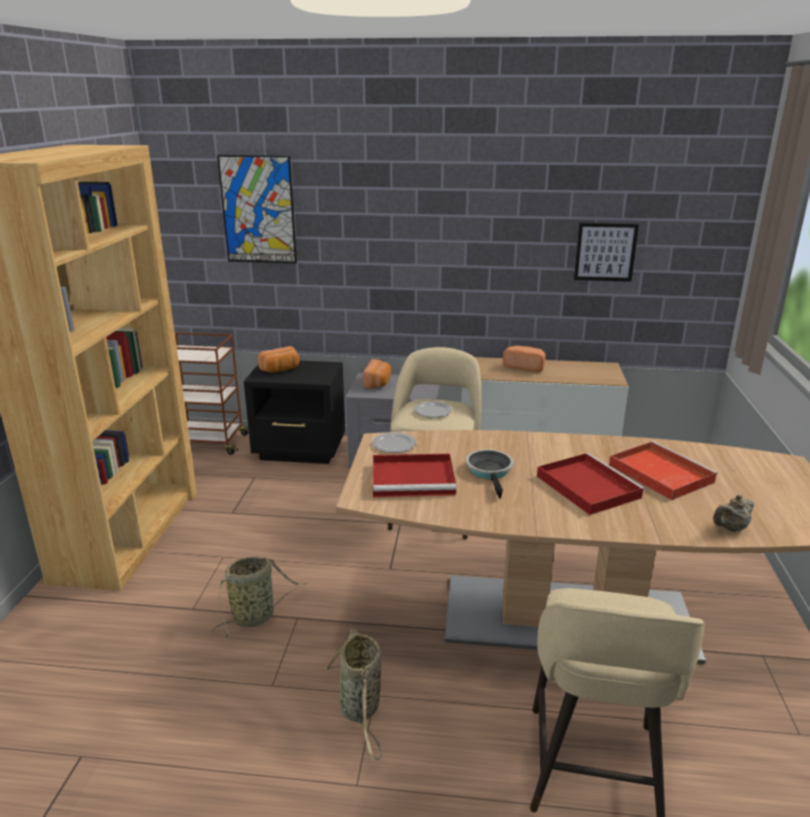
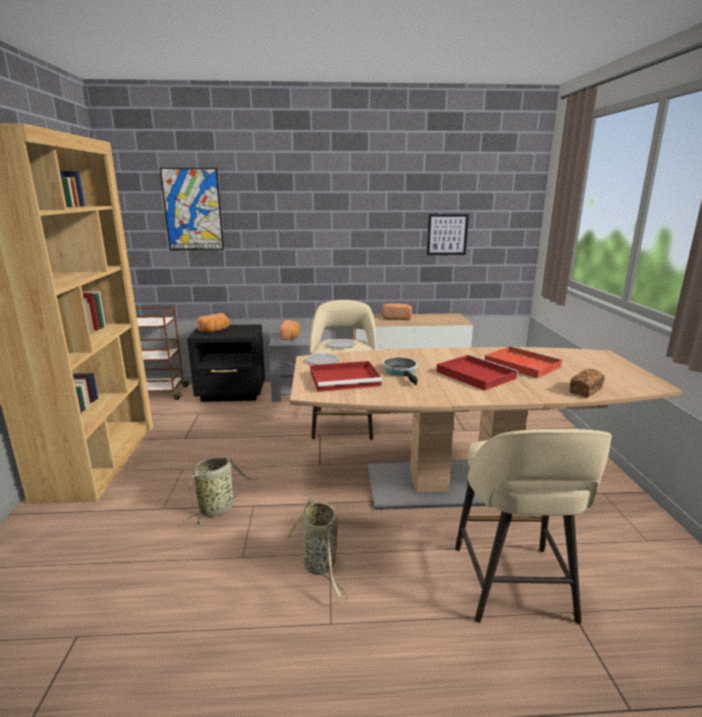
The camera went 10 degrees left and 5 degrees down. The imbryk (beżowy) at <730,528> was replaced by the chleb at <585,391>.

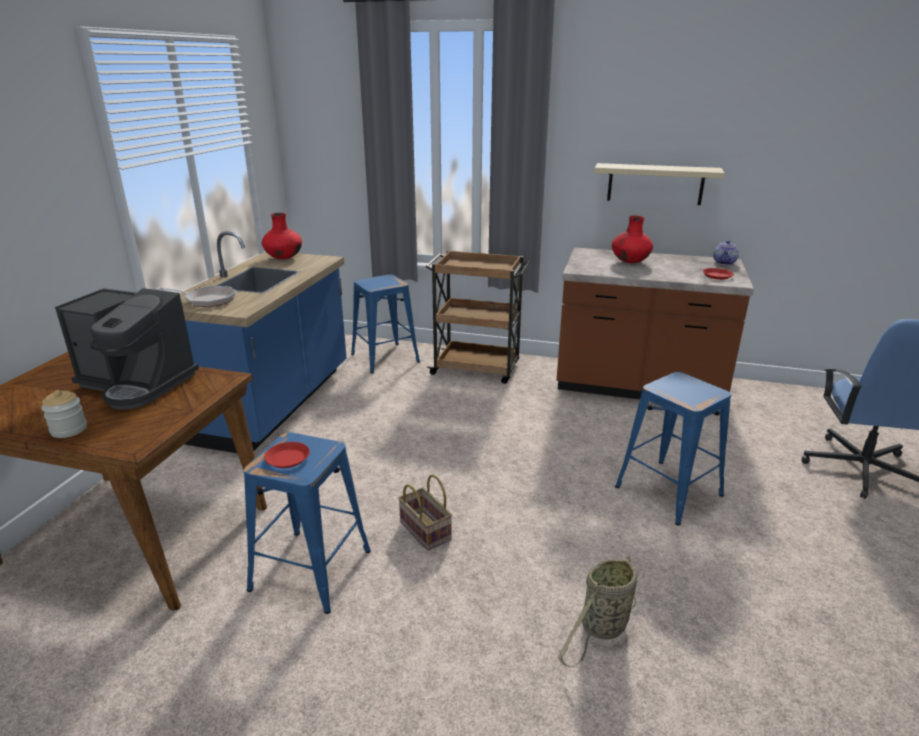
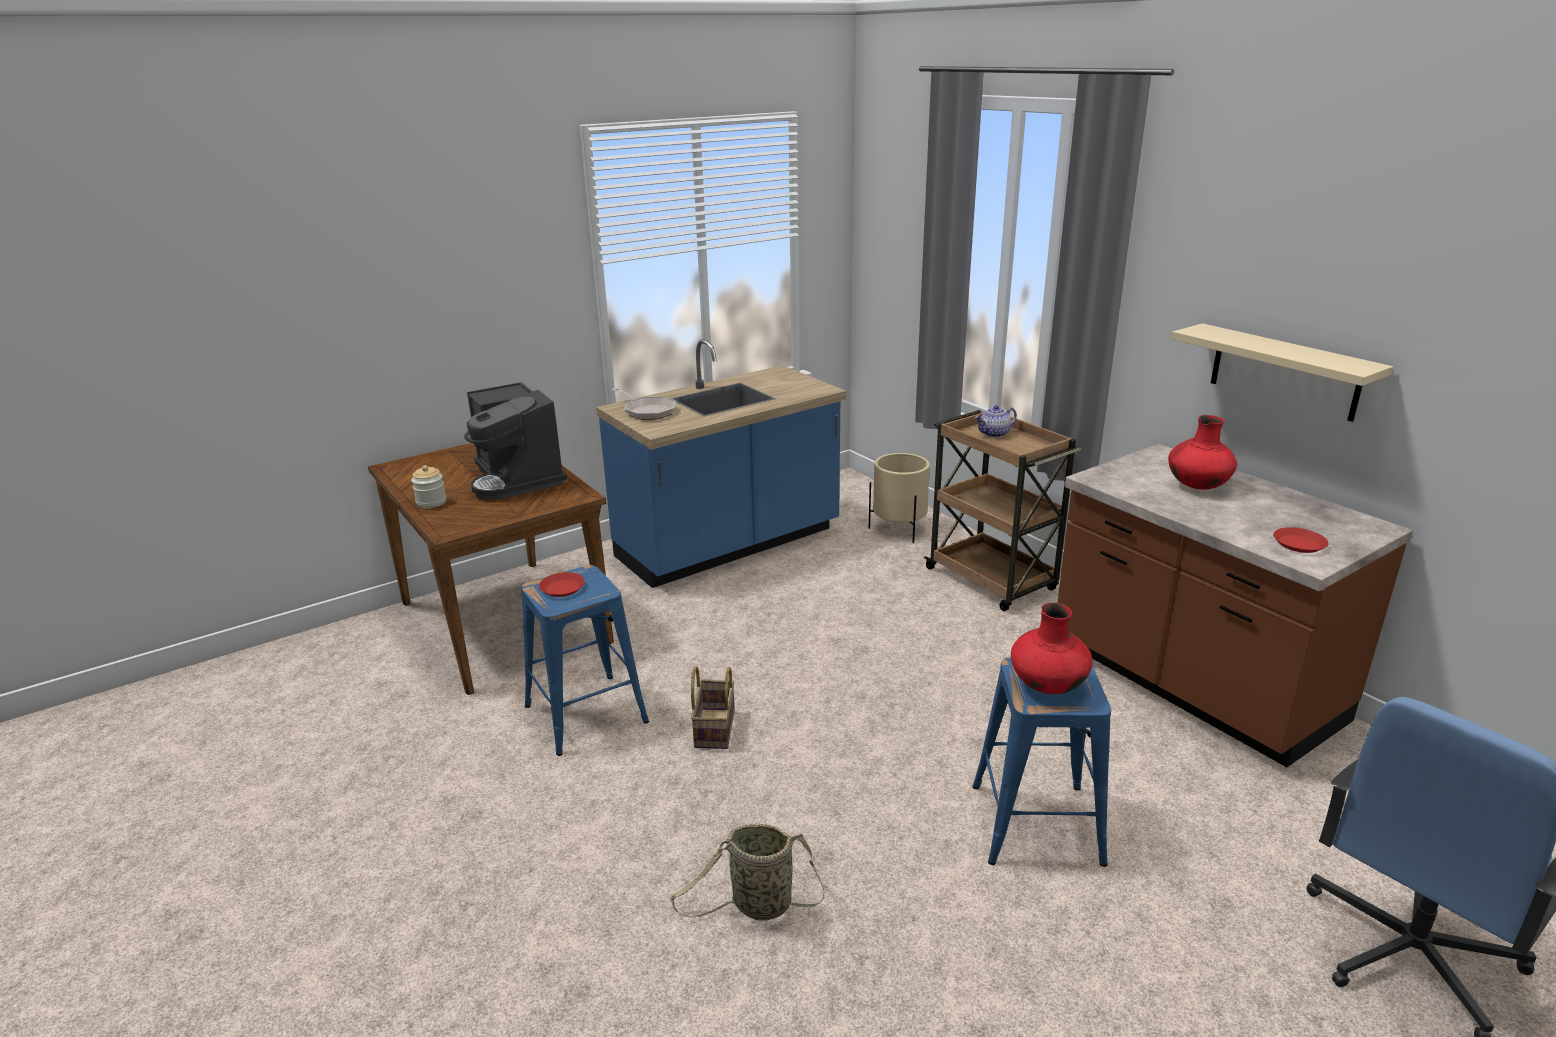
The camera went 40 degrees right and 0 degrees up. The wazon (czerwony) moved from <283,258> to <1047,685>. The imbryk moved from <724,263> to <994,434>. The stołek (niebieski) at <384,357> was replaced by the donica (beżowy) at <899,530>.

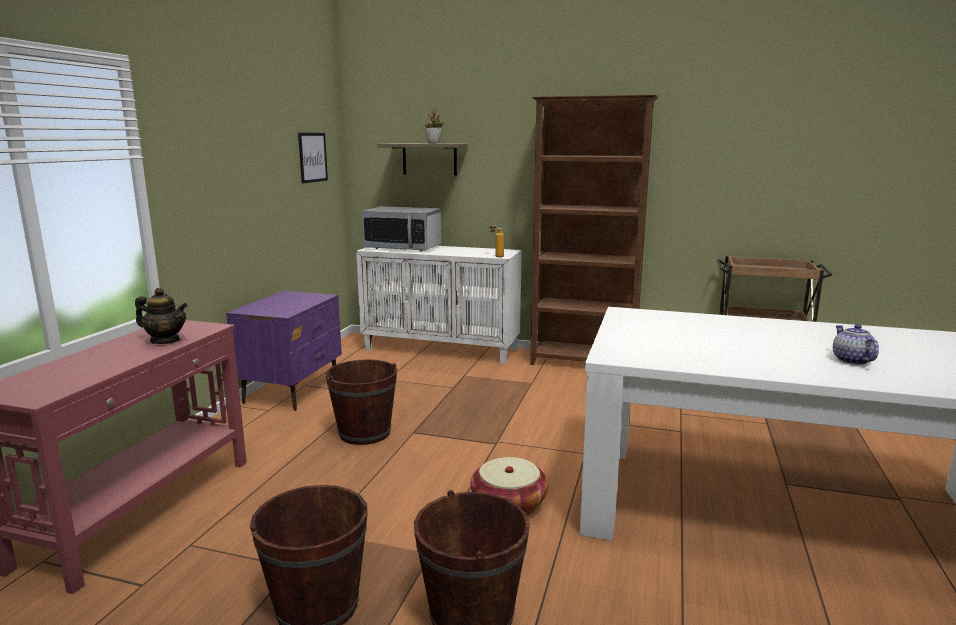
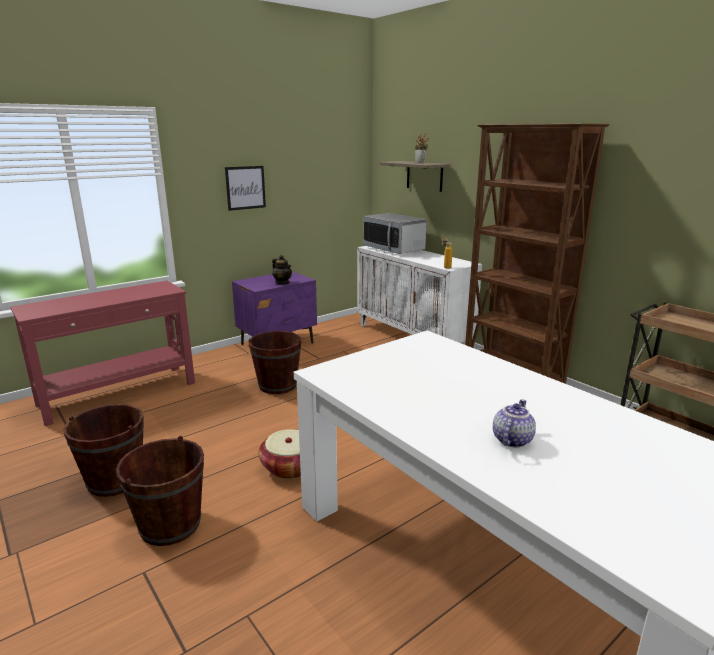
The camera went 35 degrees right and 5 degrees up. The imbryk moved from <165,341> to <282,283>. The obraz moved from <312,157> to <245,187>.

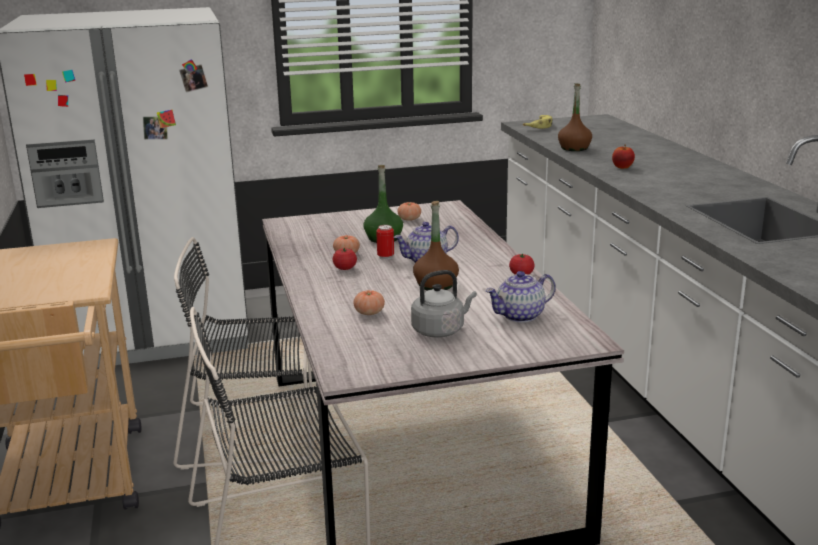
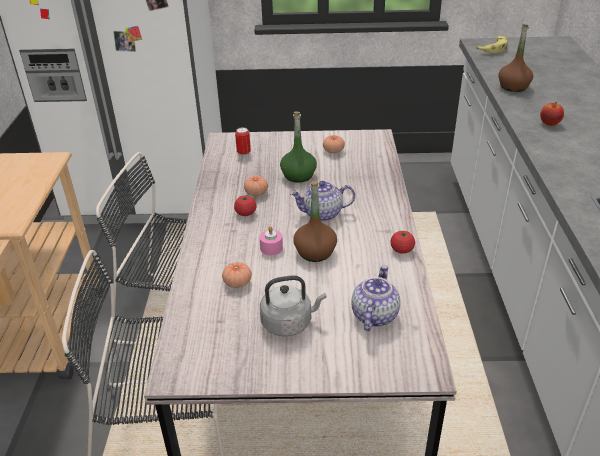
The camera went 15 degrees right and 15 degrees up. The świeca (różowy) at <271,248> appeared. The puszka moved from <385,257> to <244,153>. The imbryk at <520,316> turned 120 degrees clockwise.

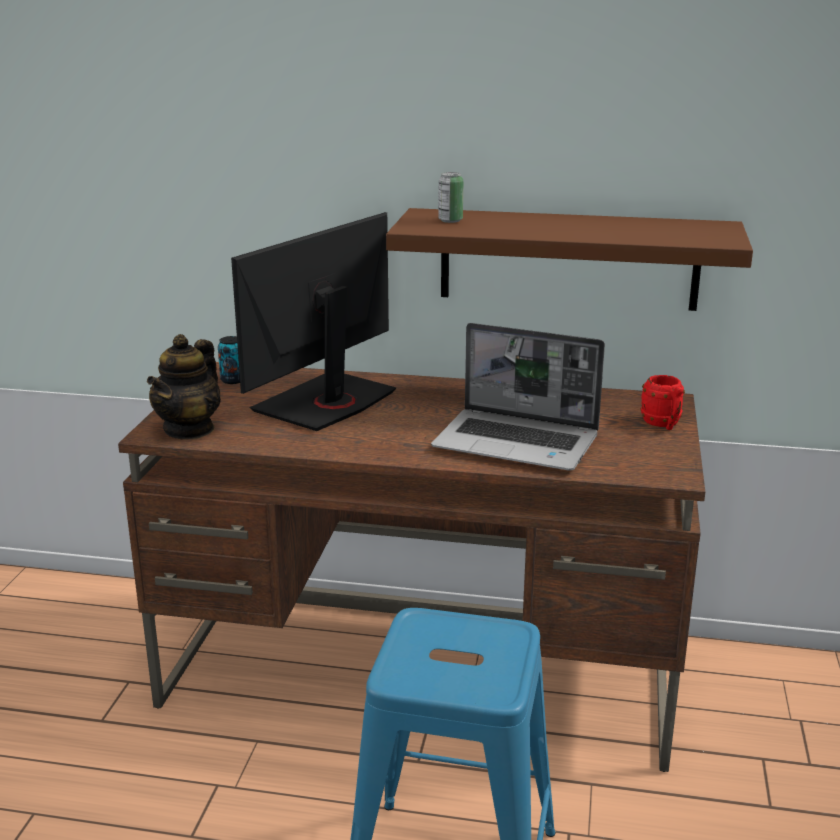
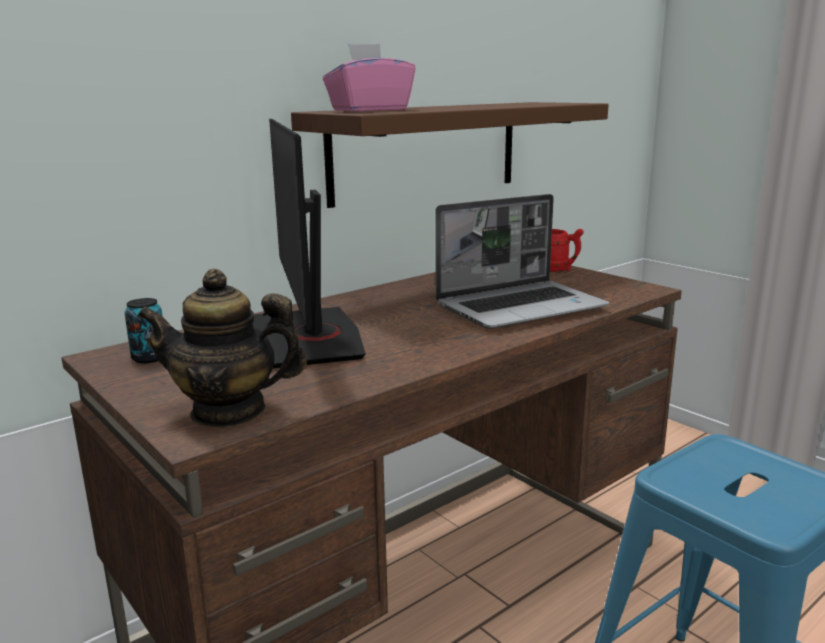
The camera went 50 degrees left and 5 degrees down. The puszka at <450,220> was replaced by the pudełko chusteczek (różowy) at <369,110>. The imbryk at <189,429> turned 120 degrees clockwise.

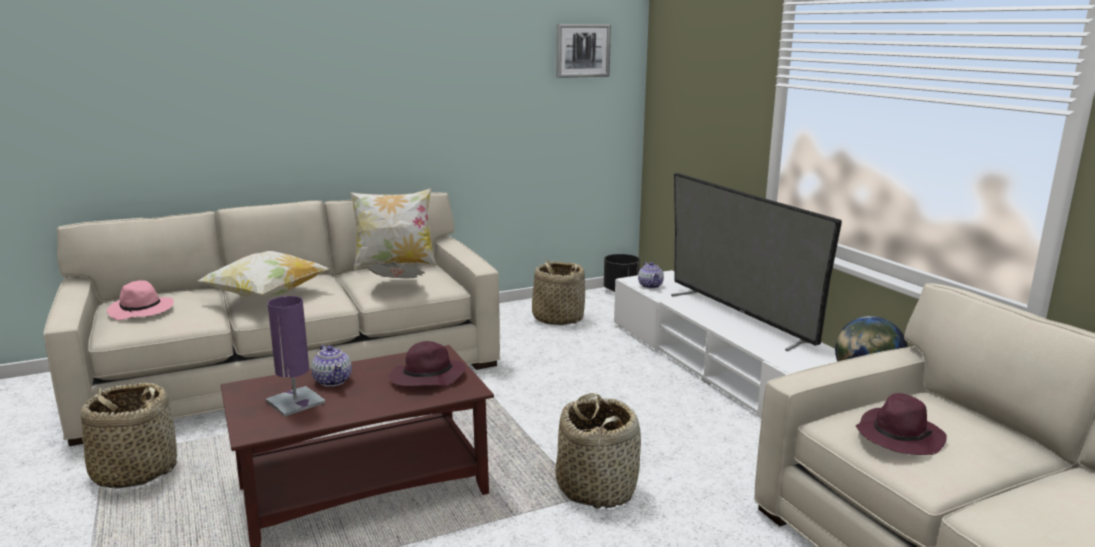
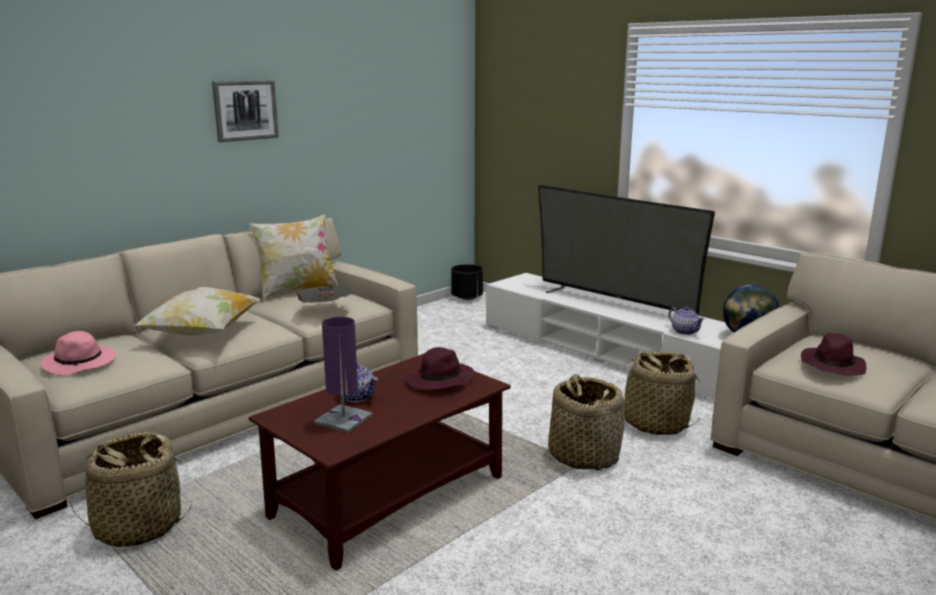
The camera went 20 degrees left and 0 degrees up. The koszyk moved from <557,318> to <655,423>. The obraz moved from <582,50> to <245,110>. The imbryk moved from <650,285> to <684,331>.

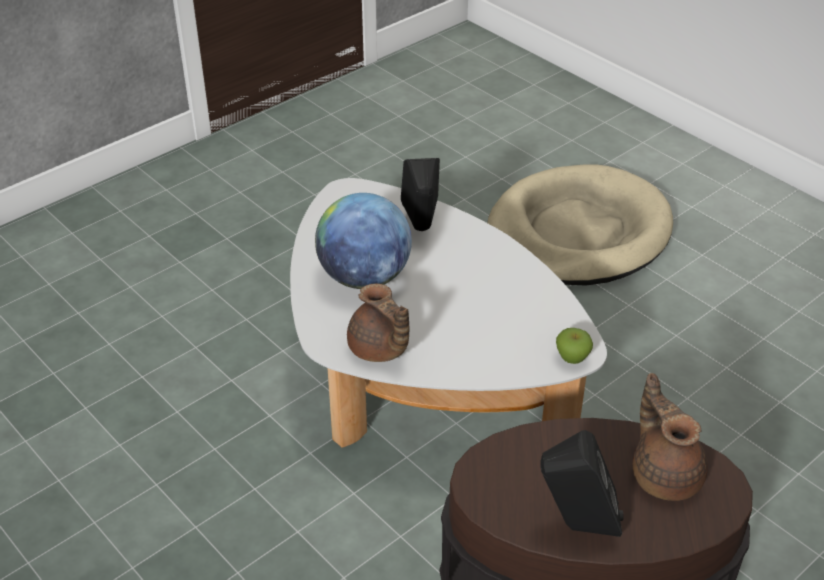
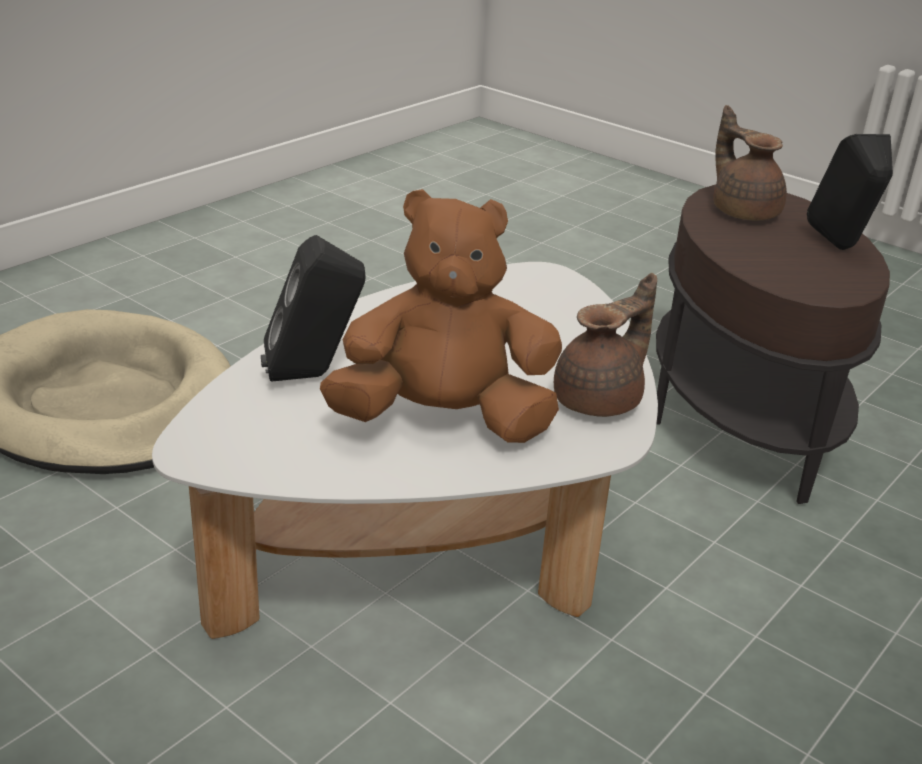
The camera went 100 degrees left and 10 degrees down. The jabłko at <572,358> disappeared. The globus at <364,277> was replaced by the pluszak (brązowy) at <444,420>. The imbryk (brązowy) at <665,474> turned 90 degrees clockwise.

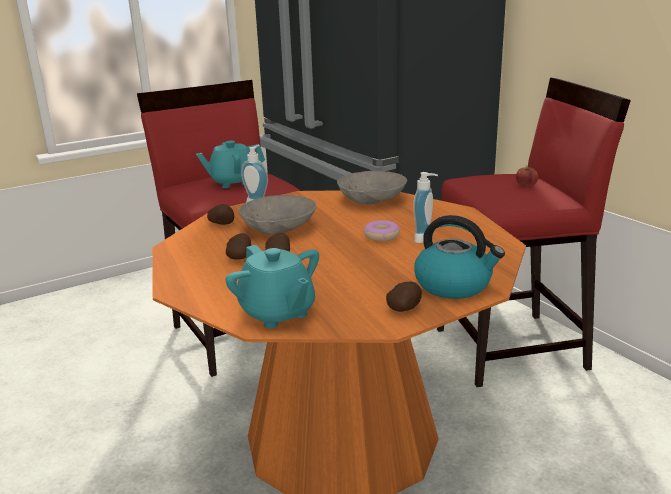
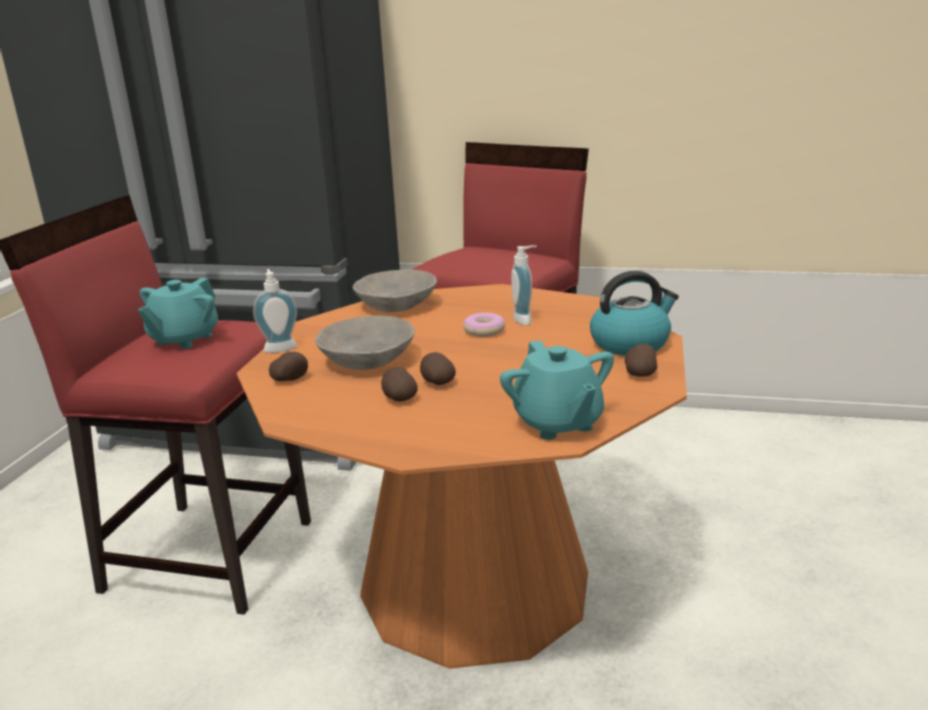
The camera went 45 degrees left and 0 degrees up. The jabłko at <526,184> disappeared. The imbryk (turkusowy) at <277,313> turned 60 degrees clockwise.

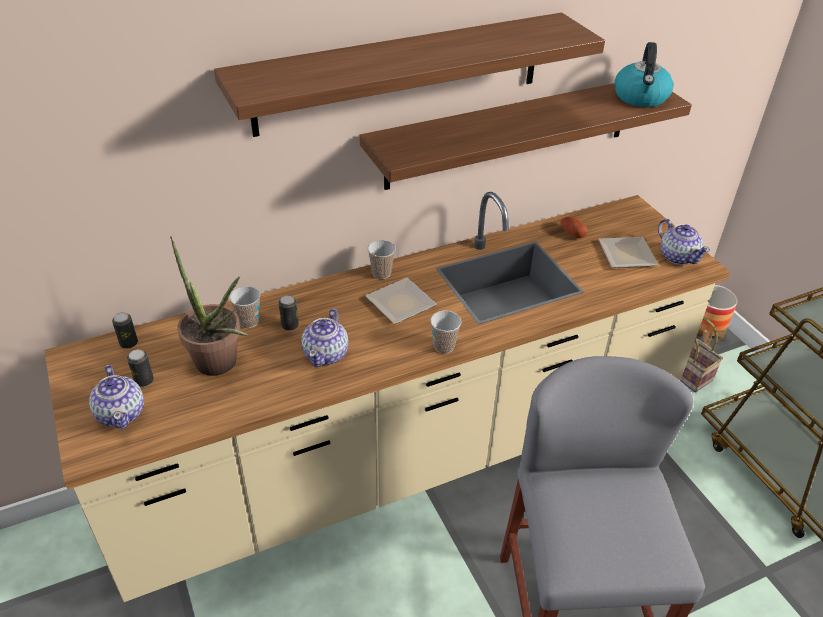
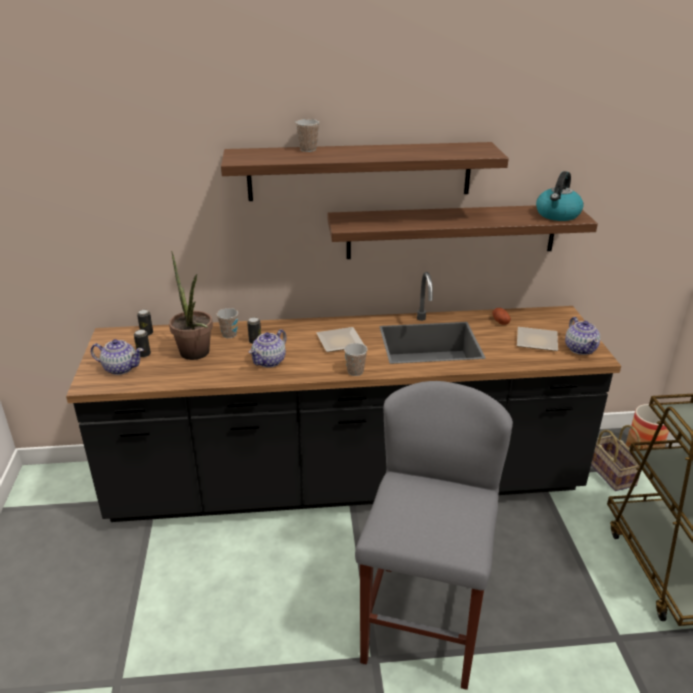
The camera went 20 degrees right and 10 degrees down. The filiżanka moved from <381,273> to <308,149>. The zabudowa kuchenna (beżowy) at <407,458> became the zabudowa kuchenna (czarny) at <346,484>. The imbryk at <121,413> turned 75 degrees counterclockwise.

